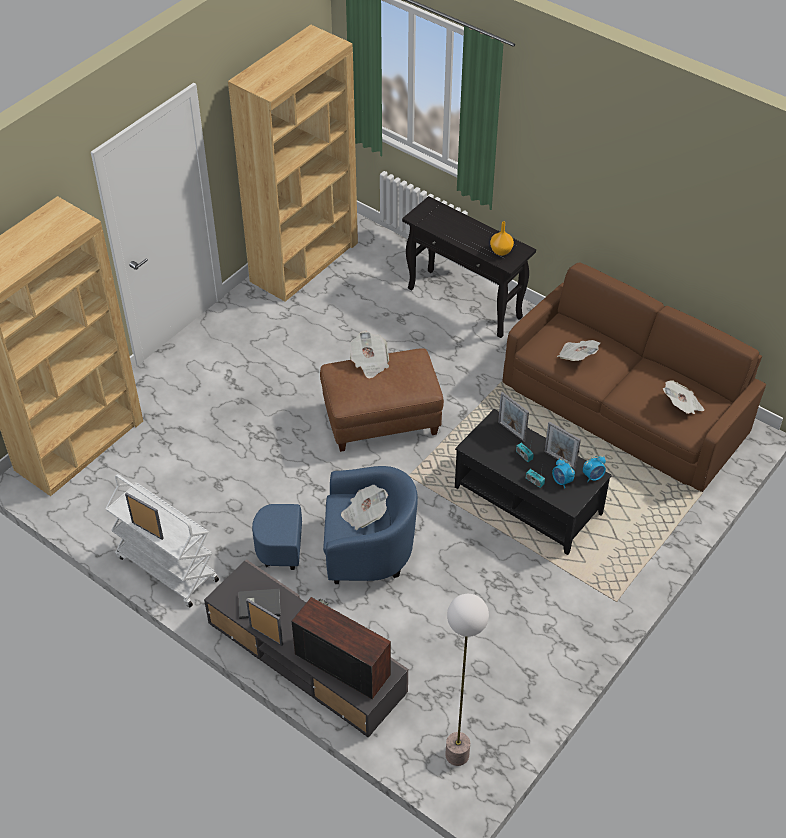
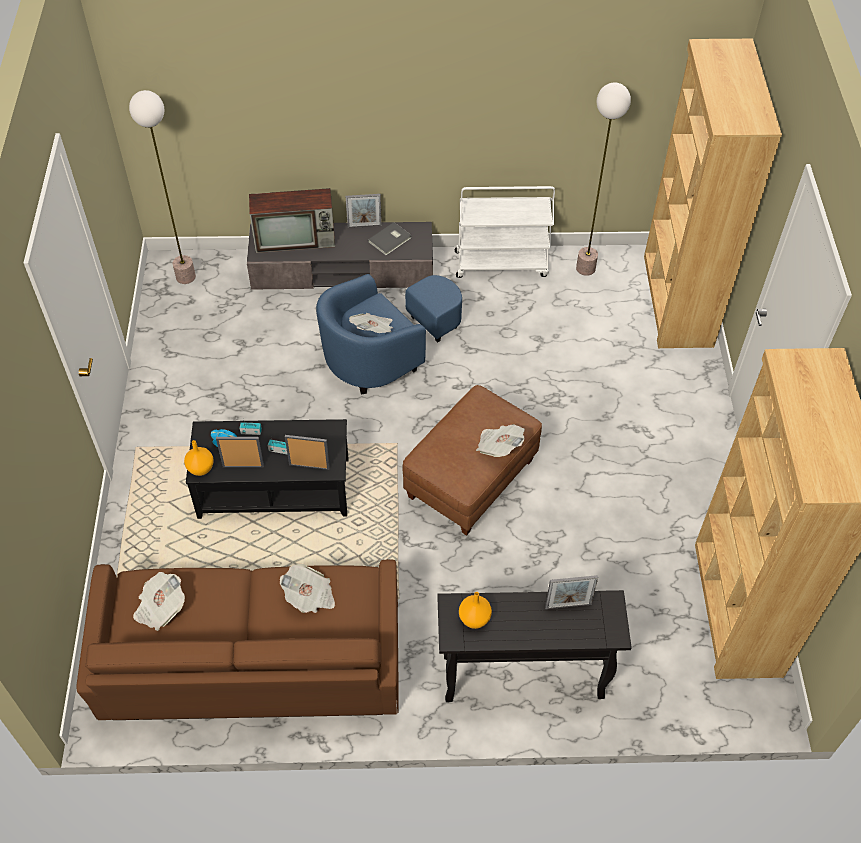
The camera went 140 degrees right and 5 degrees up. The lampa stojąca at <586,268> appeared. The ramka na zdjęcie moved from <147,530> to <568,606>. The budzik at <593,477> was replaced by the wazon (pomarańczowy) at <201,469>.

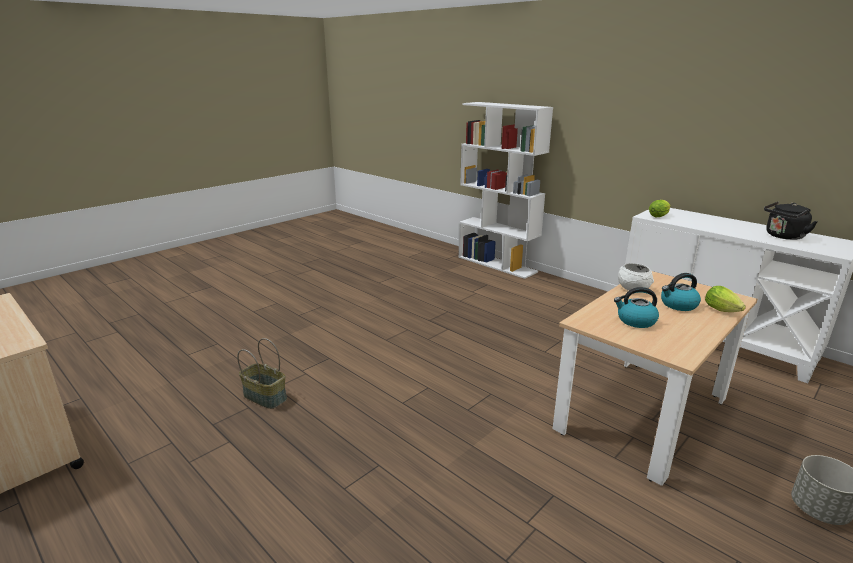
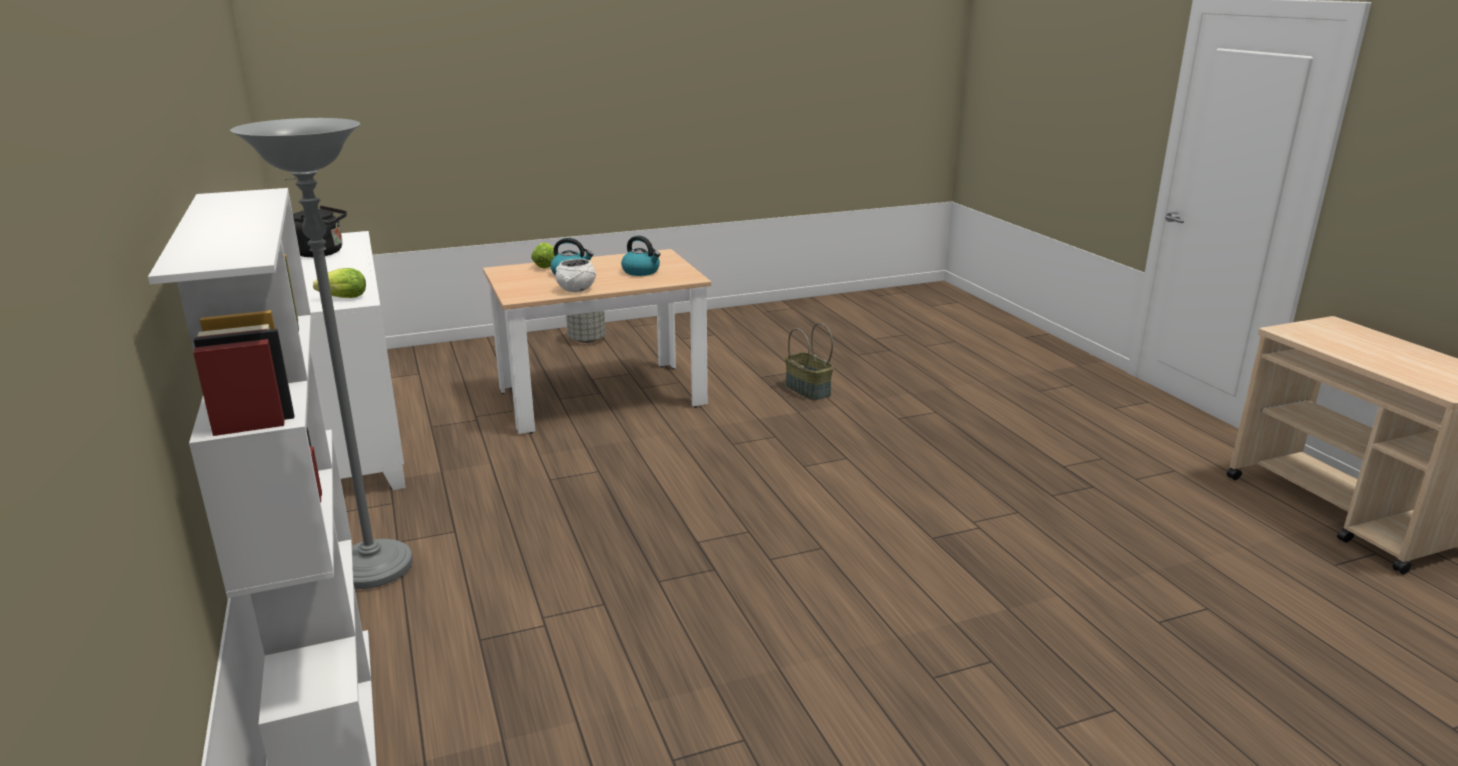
The camera went 155 degrees left and 0 degrees up. The lampa stojąca (szary) at <372,569> appeared. The koszyk moved from <266,397> to <806,390>.

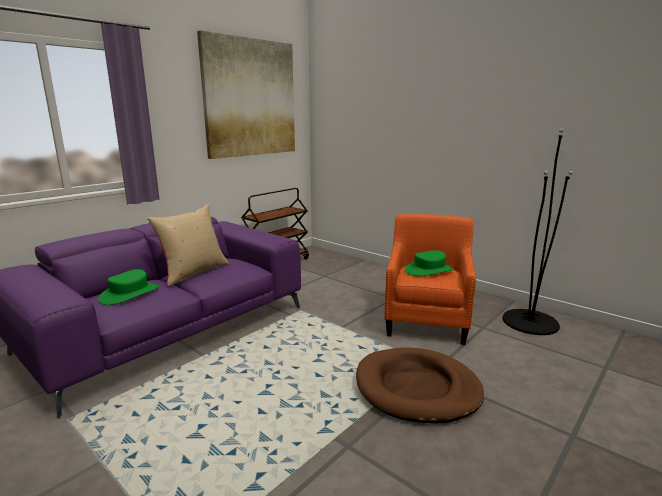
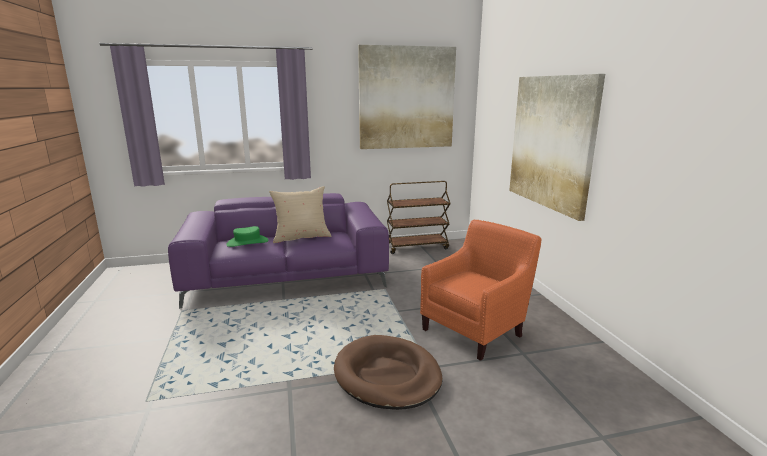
The camera went 35 degrees right and 0 degrees up. The kapelusz (zielony) at <429,270> disappeared. The lampa stojąca (czarny) at <530,322> disappeared. The obraz at <551,142> appeared.

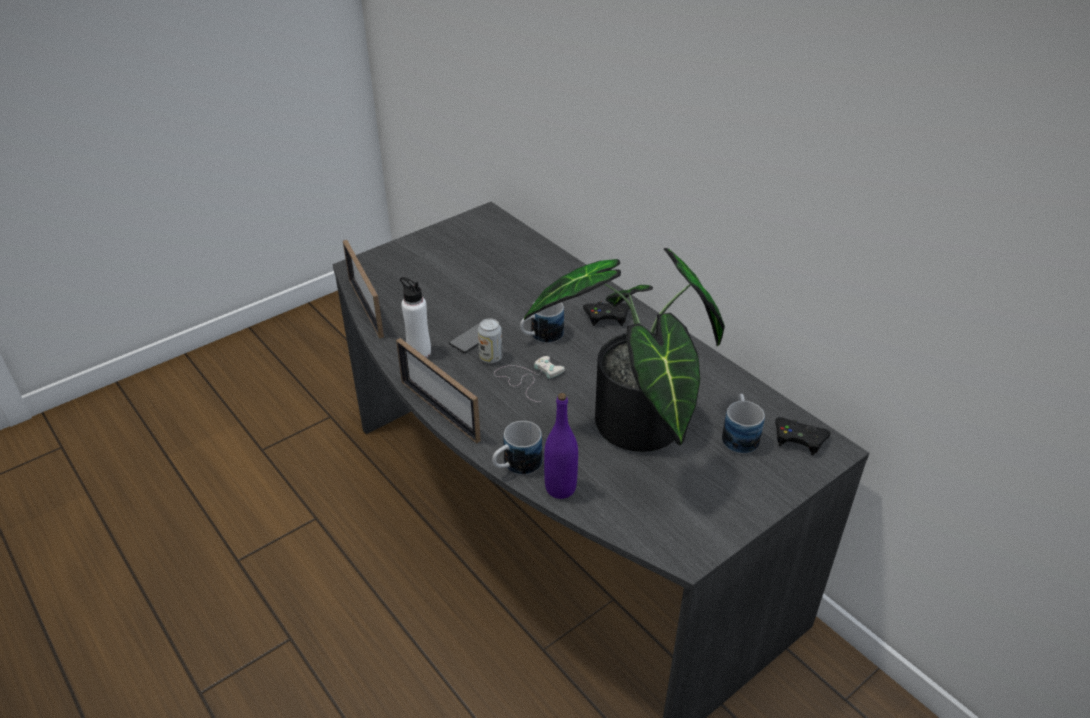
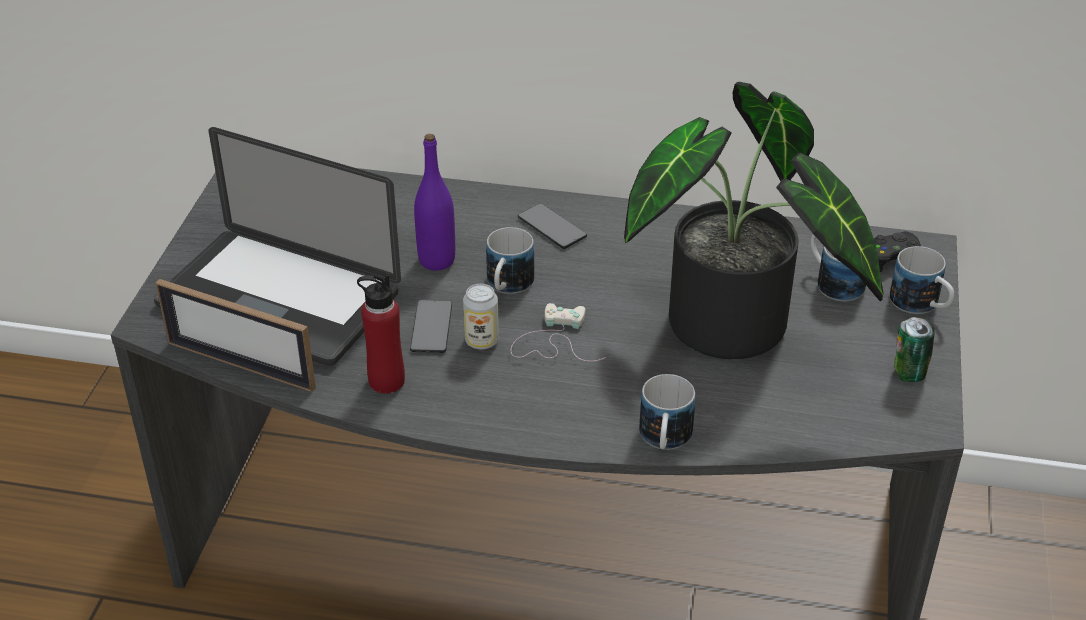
The camera went 40 degrees left and 0 degrees up. The ramka na zdjęcie at <439,410> disappeared. The laptop at <278,299> appeared. The kubek at <921,306> appeared. The puszka at <908,373> appeared. The butelka (fioletowy) moved from <560,488> to <436,260>. The pad do gier (czarny) at <606,317> was replaced by the telefon at <552,227>. The butelka (biały) at <419,352> became the butelka (czerwony) at <386,381>.

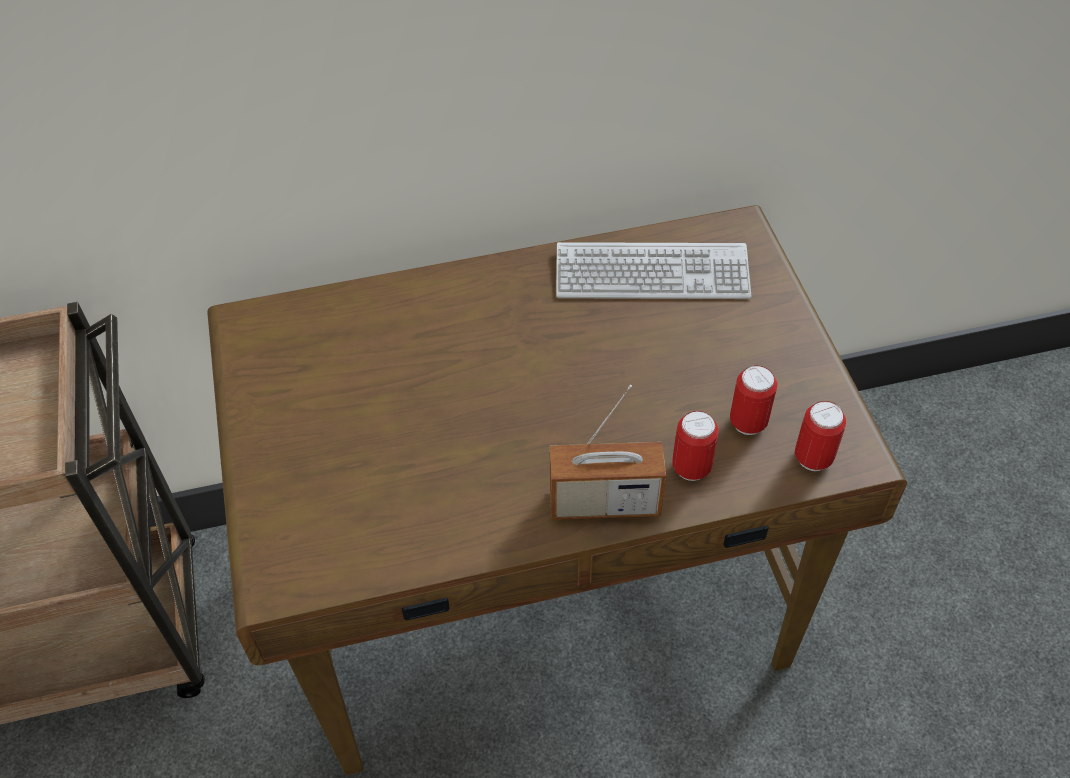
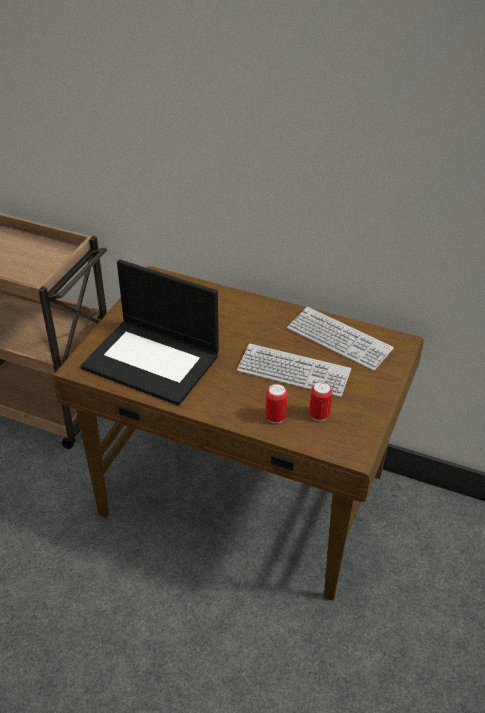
The camera went 35 degrees right and 10 degrees down. The radio at <604,503> disappeared. The puszka at <813,458> disappeared. The laptop at <153,361> appeared. The klawiatura at <293,372> appeared.

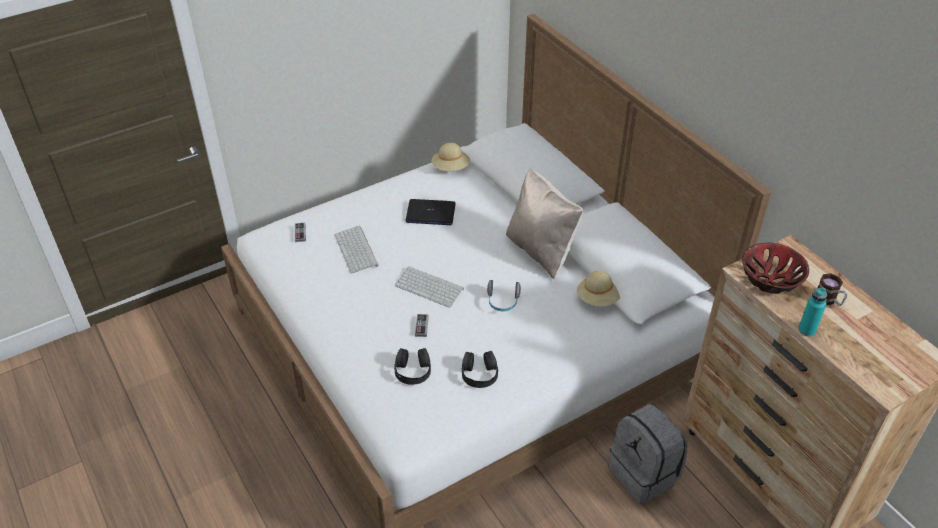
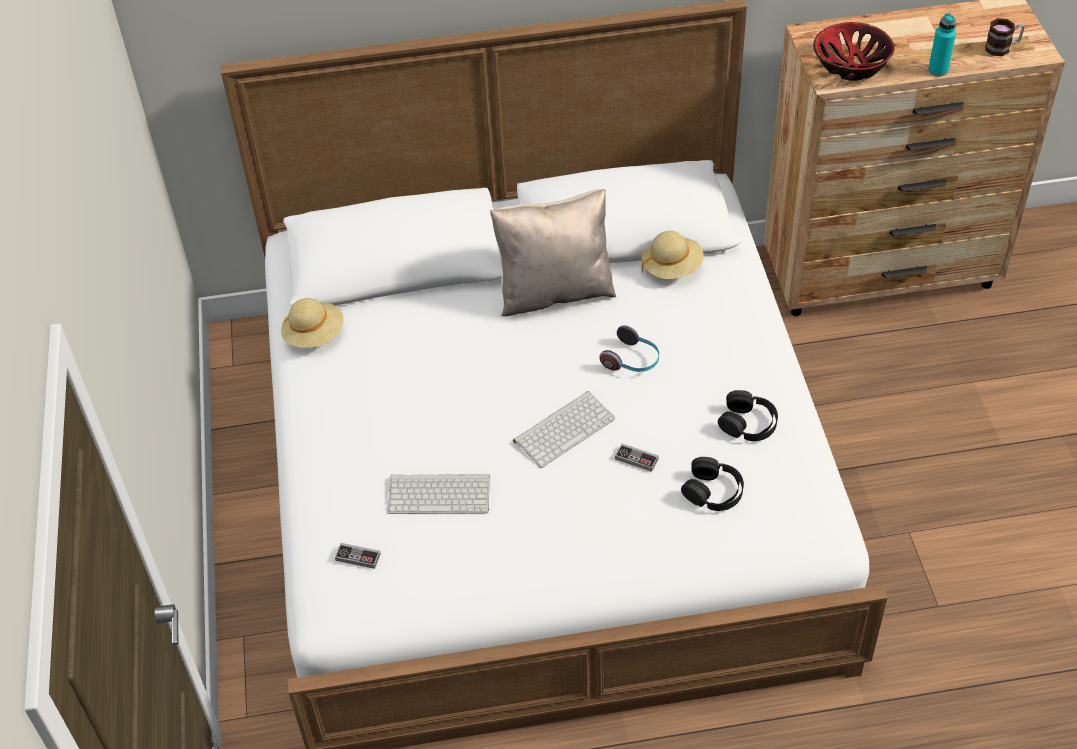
The camera went 65 degrees left and 5 degrees up. The laptop at <430,213> disappeared. The plecak (szary) at <645,474> disappeared. The kubek moved from <829,300> to <1002,48>.

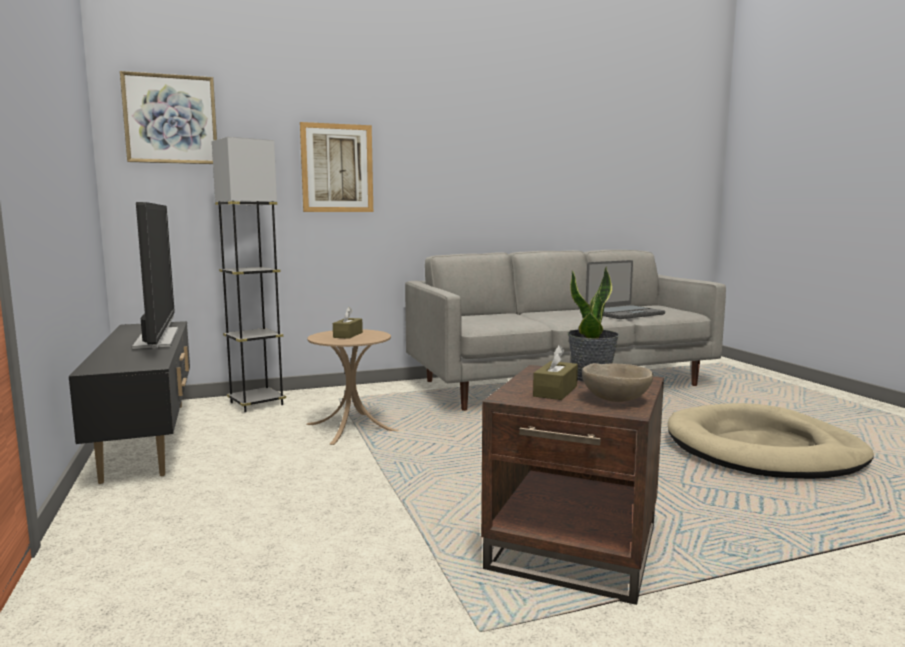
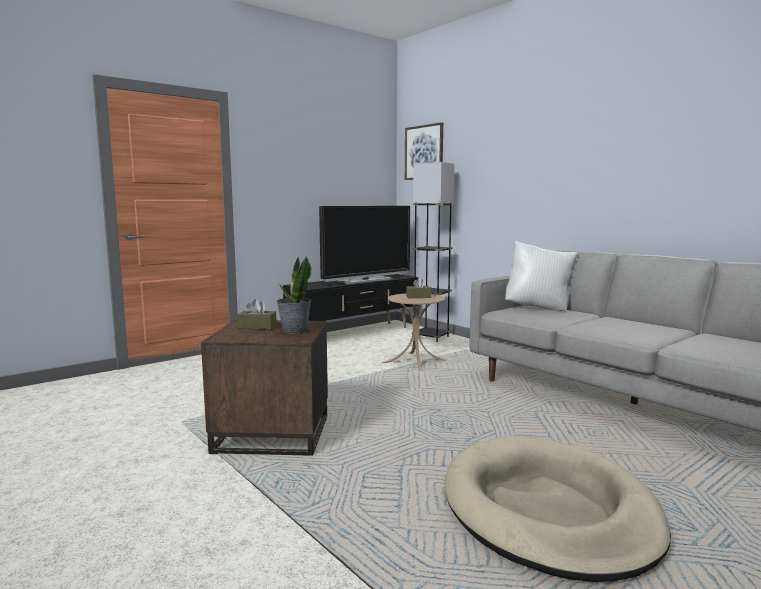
The camera went 70 degrees right and 0 degrees up. The obraz at <337,168> disappeared. The miska (beżowy) at <616,399> disappeared. The laptop at <624,313> disappeared. The poduszka (biały) at <539,308> appeared.

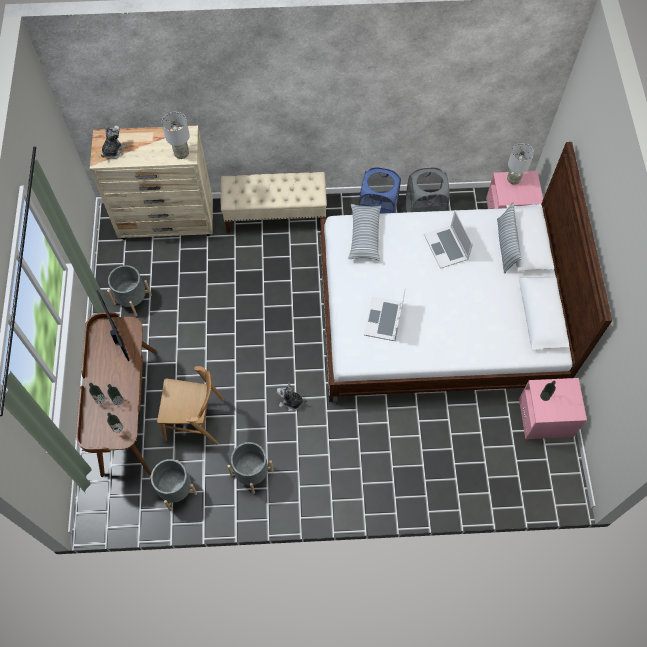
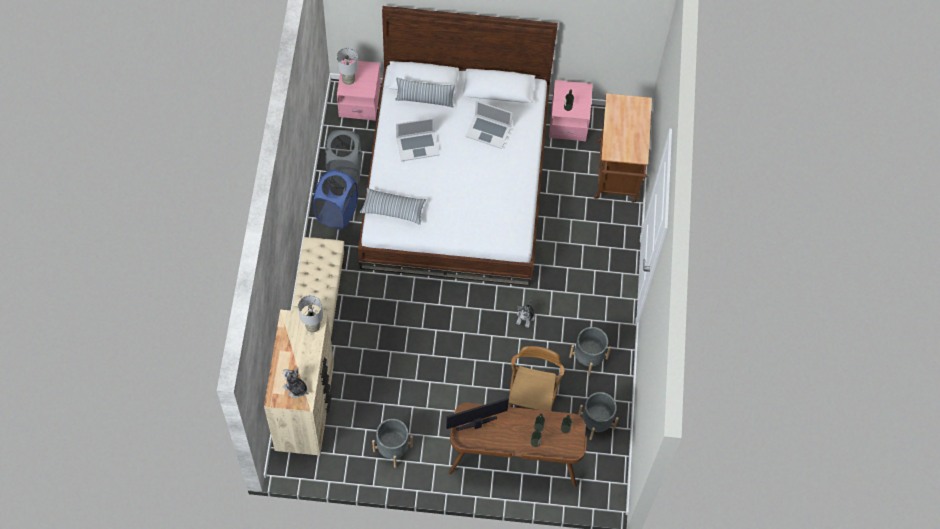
The camera went 85 degrees left and 0 degrees up. The wózek (brązowy) at <617,176> appeared. The laptop moved from <384,319> to <488,131>.

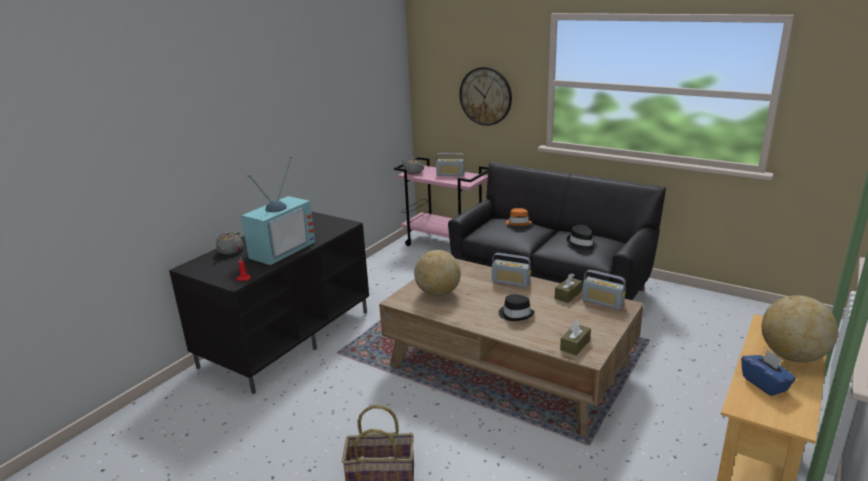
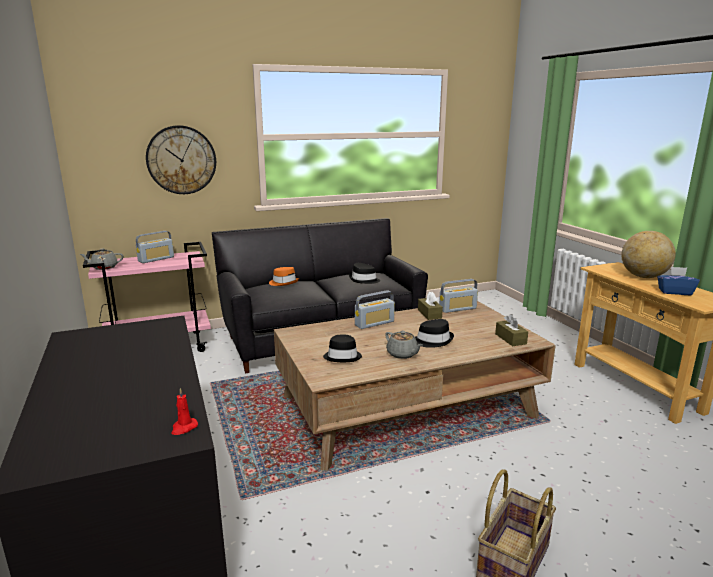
The camera went 55 degrees left and 5 degrees down. The telewizor at <280,249> disappeared. The imbryk (szary) moved from <230,251> to <402,354>. The globus at <438,293> was replaced by the kapelusz (czarny) at <343,356>.

